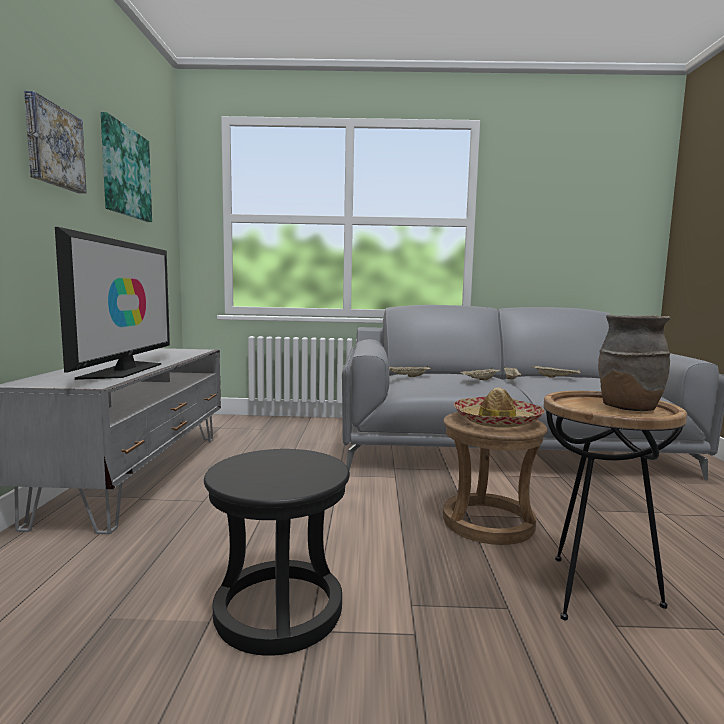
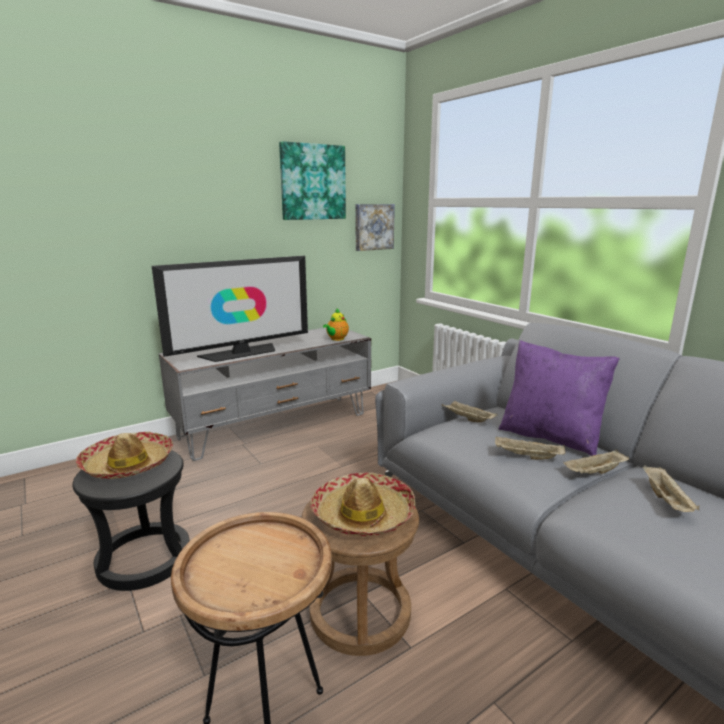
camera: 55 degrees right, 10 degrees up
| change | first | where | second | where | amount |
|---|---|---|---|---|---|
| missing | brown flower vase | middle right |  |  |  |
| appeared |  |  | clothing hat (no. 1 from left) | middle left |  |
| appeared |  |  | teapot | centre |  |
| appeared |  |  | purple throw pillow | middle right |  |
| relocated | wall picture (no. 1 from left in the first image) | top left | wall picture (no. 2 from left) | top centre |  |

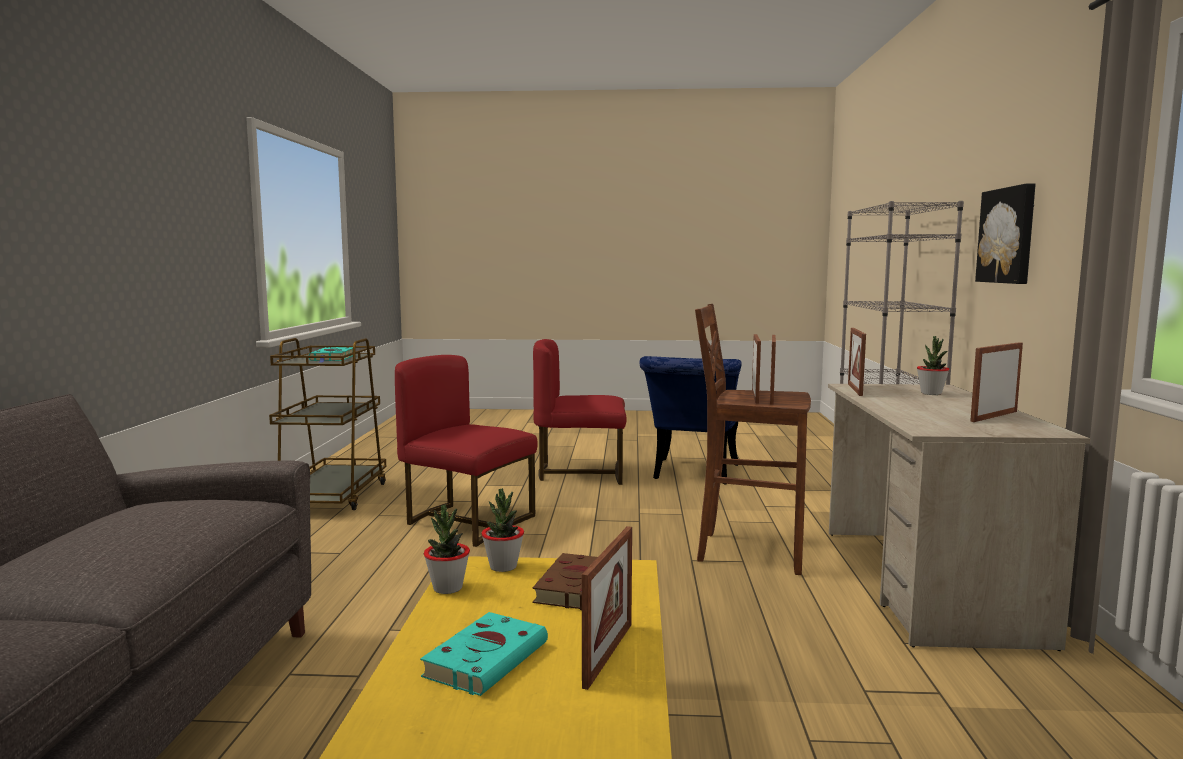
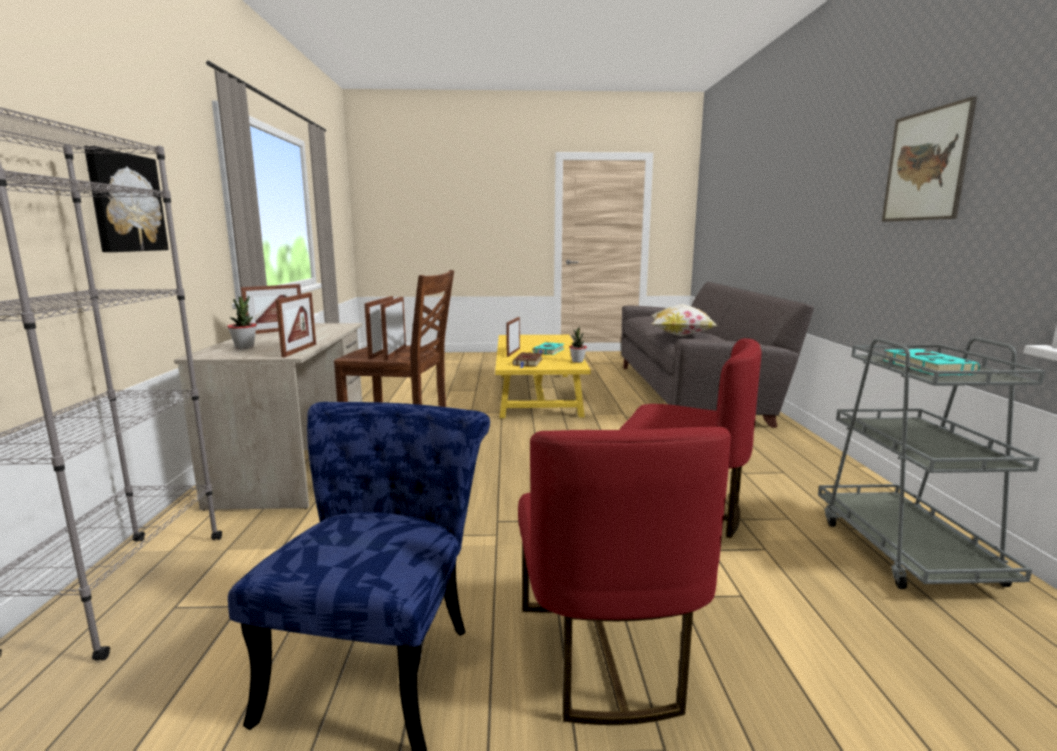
camera: 175 degrees right, 5 degrees up
| change | first | where | second | where | amount |
|---|---|---|---|---|---|
| missing | plant in a pot (no. 2 from left) | bottom centre |  |  |  |
| appeared |  |  | throw pillow | centre |  |
| appeared |  |  | wall picture (no. 2 from left) | top right |  |
| colour | brown wheeled cart | middle left | greyish wheeled cart | middle right |  |
| spun | reddish plain chair (no. 2 from left in the first image) | centre | reddish plain chair (no. 1 from left) | bottom centre | 90 degrees clockwise |

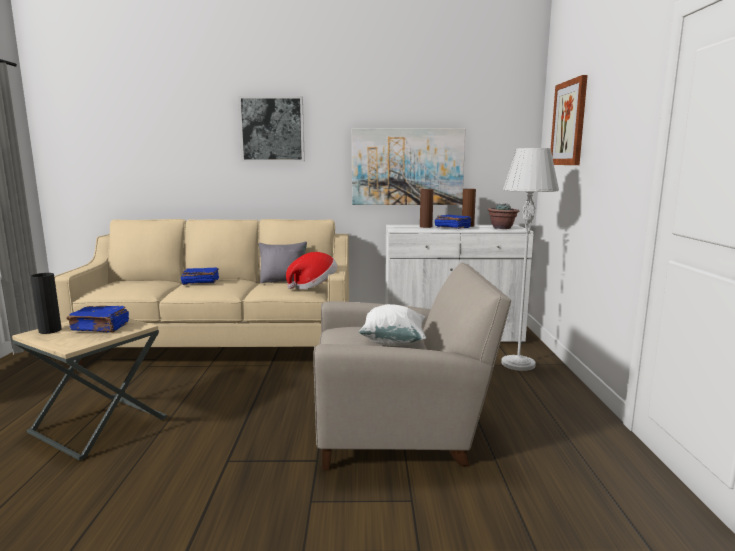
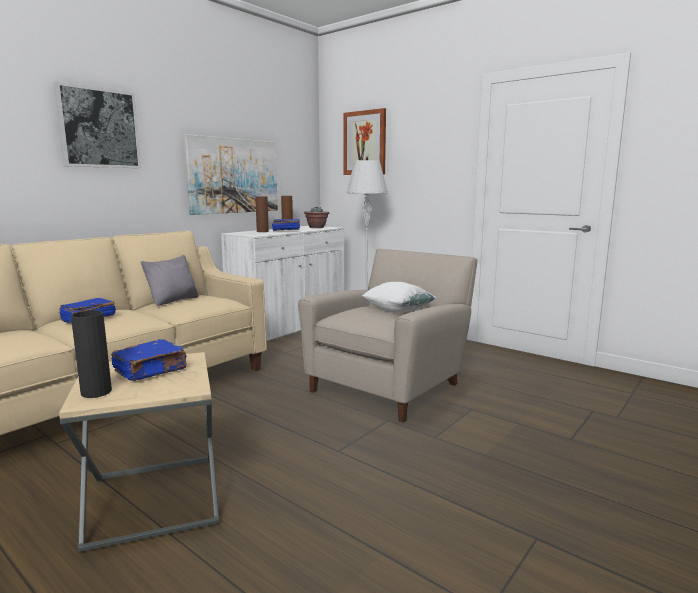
camera: 50 degrees left, 0 degrees up
| change | first | where | second | where | amount |
|---|---|---|---|---|---|
| missing | clothing hat | centre |  |  |  |

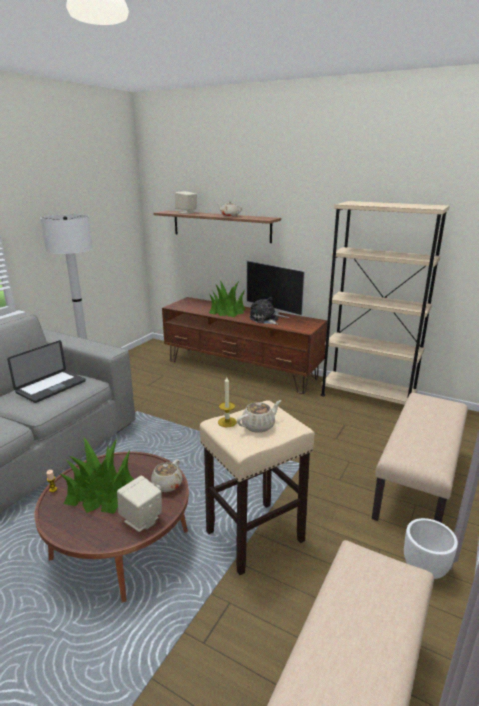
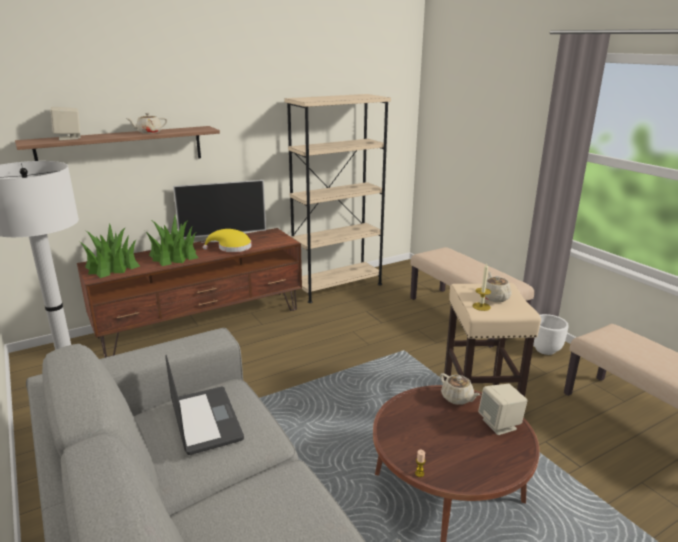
camera: 60 degrees left, 0 degrees up
| change | first | where | second | where | amount |
|---|---|---|---|---|---|
| relocated | plant in a pot (no. 1 from left) | bottom left |  | middle left |  |
| exchanged | cuddly toy | centre | yellow-coloured clothing hat | centre |  |

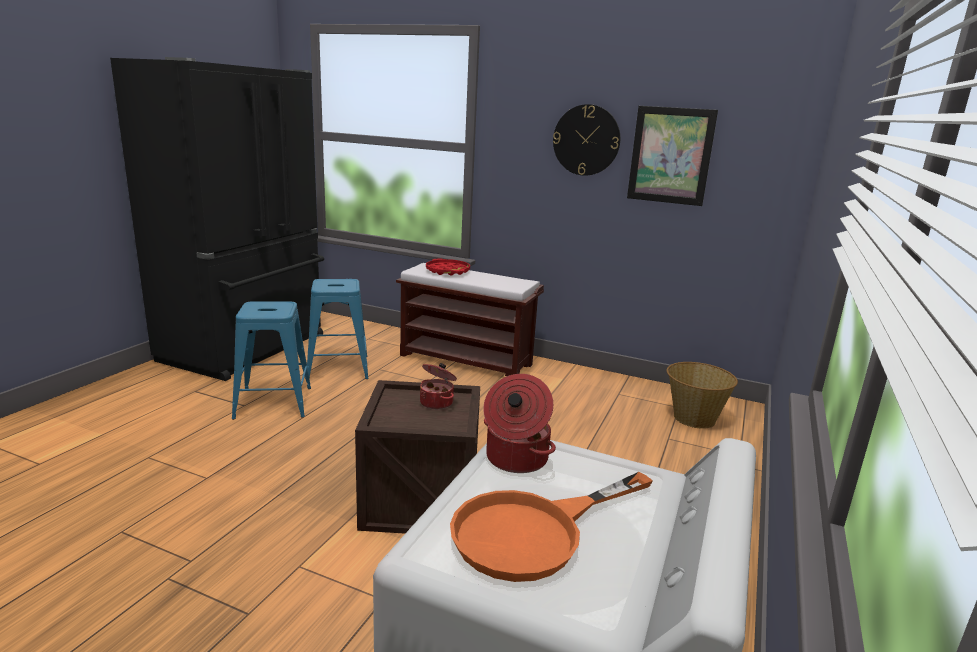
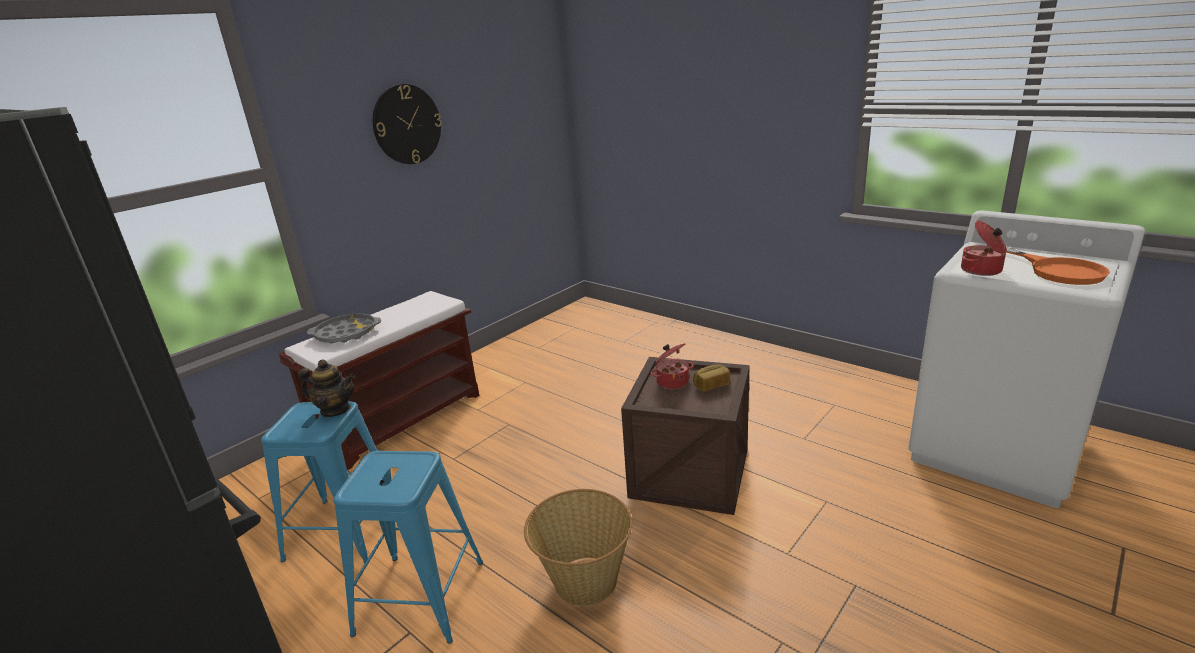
camera: 70 degrees left, 5 degrees up
| change | first | where | second | where | amount |
|---|---|---|---|---|---|
| missing | wall picture | top right |  |  |  |
| appeared |  |  | teapot | middle left |  |
| appeared |  |  | bakery bread | centre |  |
| relocated | household basket | middle right |  | bottom centre |  |
| colour | reddish tray | centre | greyish tray | middle left |  |

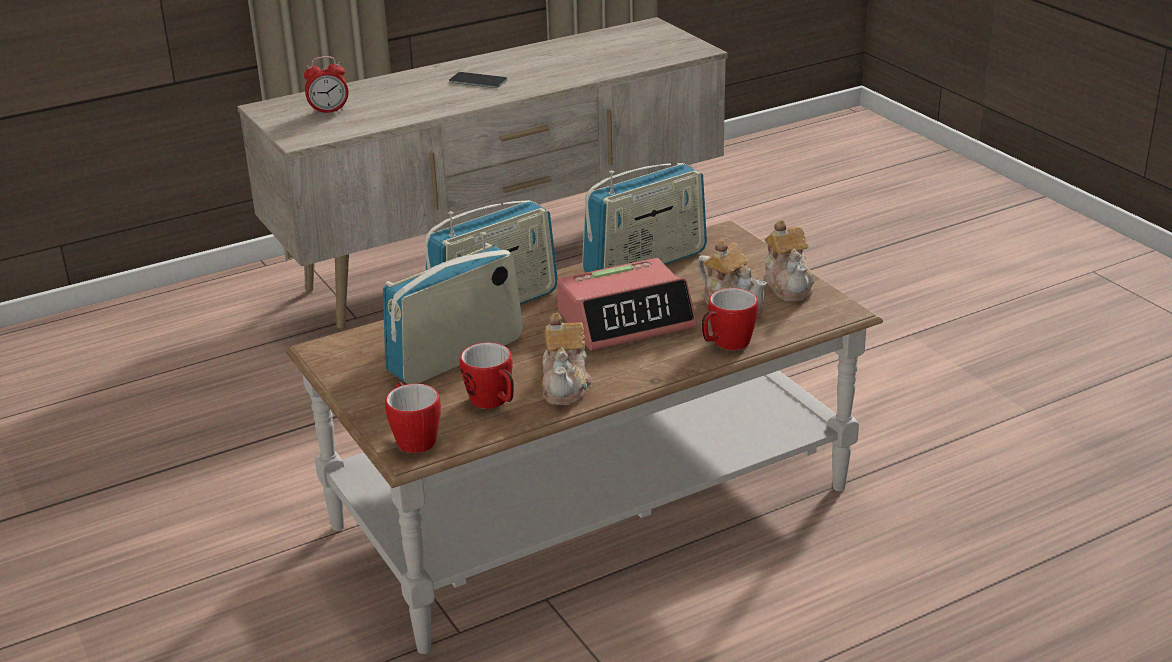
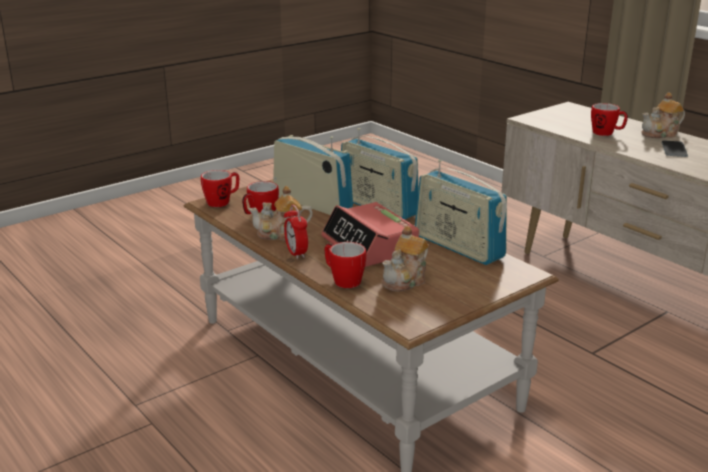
camera: 80 degrees right, 5 degrees down
| change | first | where | second | where | amount |
|---|---|---|---|---|---|
| appeared |  |  | tea mug (no. 4 from left) | top right |  |
| relocated | bedside clock (no. 1 from left) | top left |  | centre |  |
| relocated | teapot (no. 3 from left) | middle right |  | top right |  |

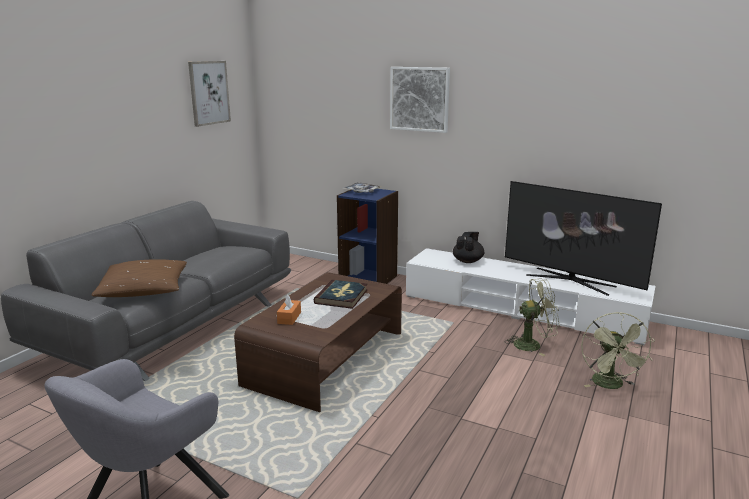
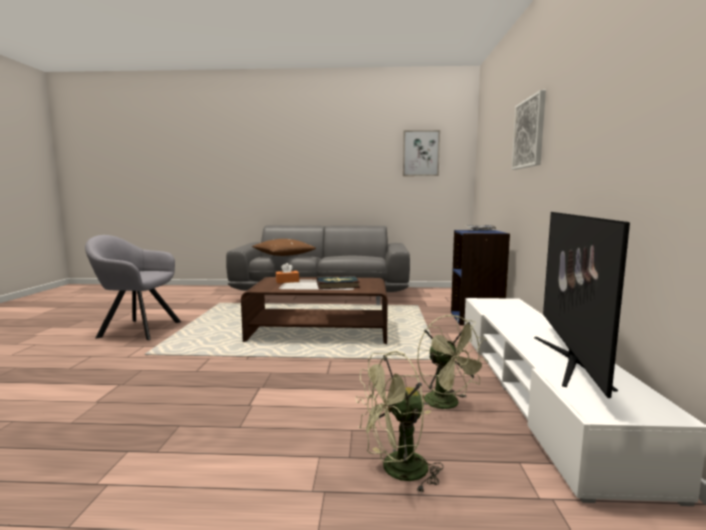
camera: 65 degrees right, 10 degrees down
| change | first | where | second | where | amount |
|---|---|---|---|---|---|
| missing | black-coloured teapot | centre |  |  |  |

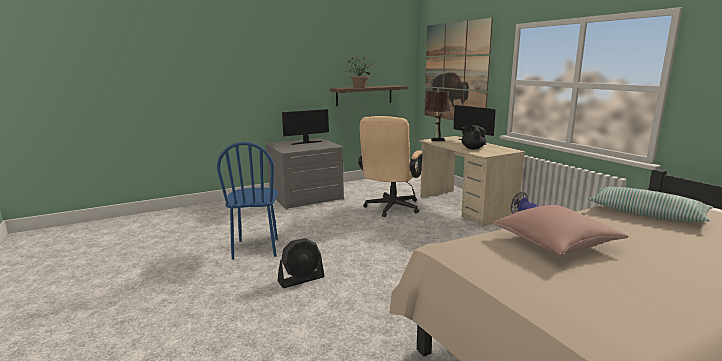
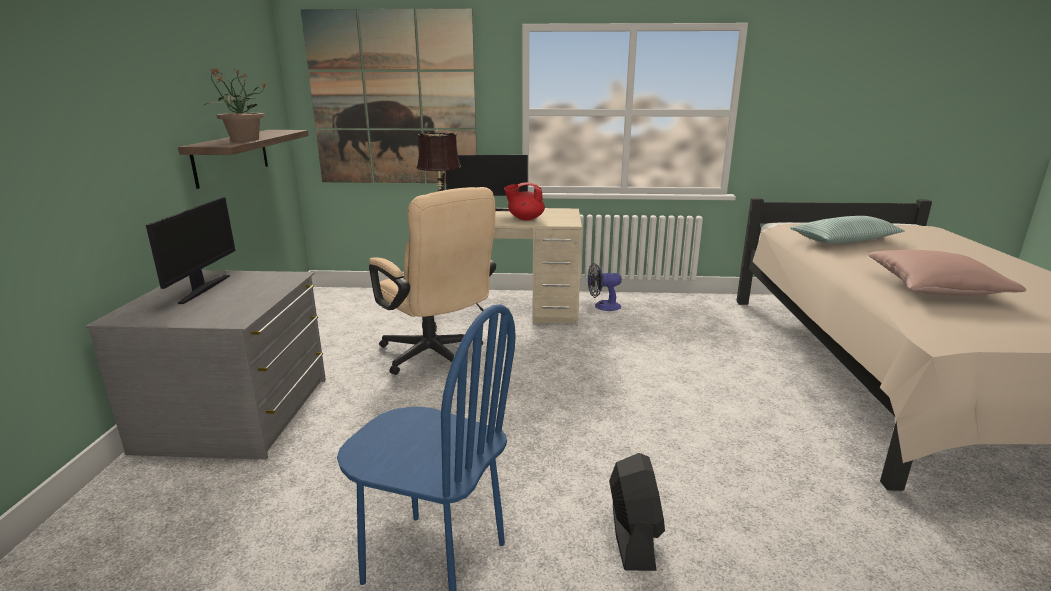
camera: 60 degrees left, 5 degrees up
| change | first | where | second | where | amount |
|---|---|---|---|---|---|
| colour | black-coloured teapot | centre | reddish teapot | centre |  |

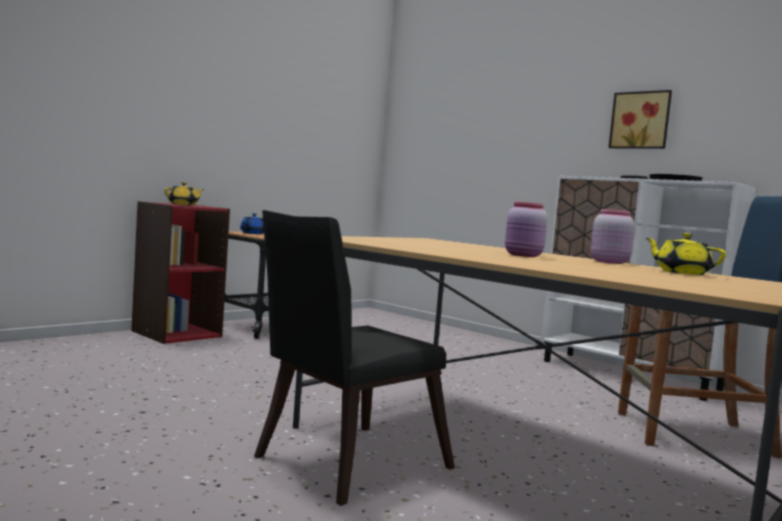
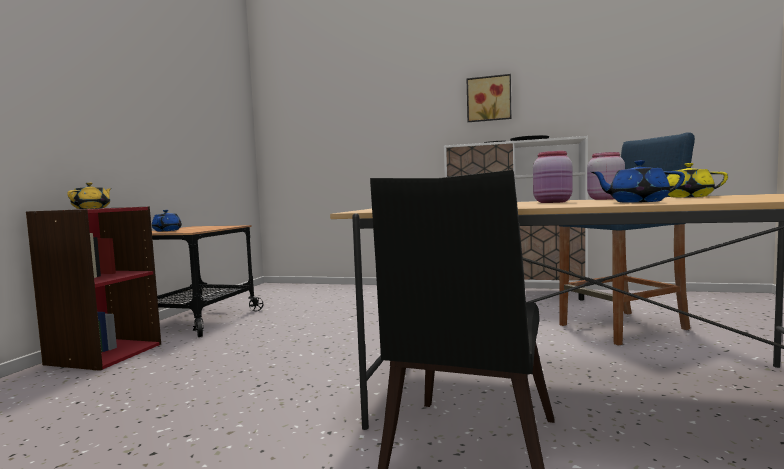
camera: 25 degrees left, 0 degrees up
| change | first | where | second | where | amount |
|---|---|---|---|---|---|
| appeared |  |  | blue teapot (no. 2 from left) | middle right |  |

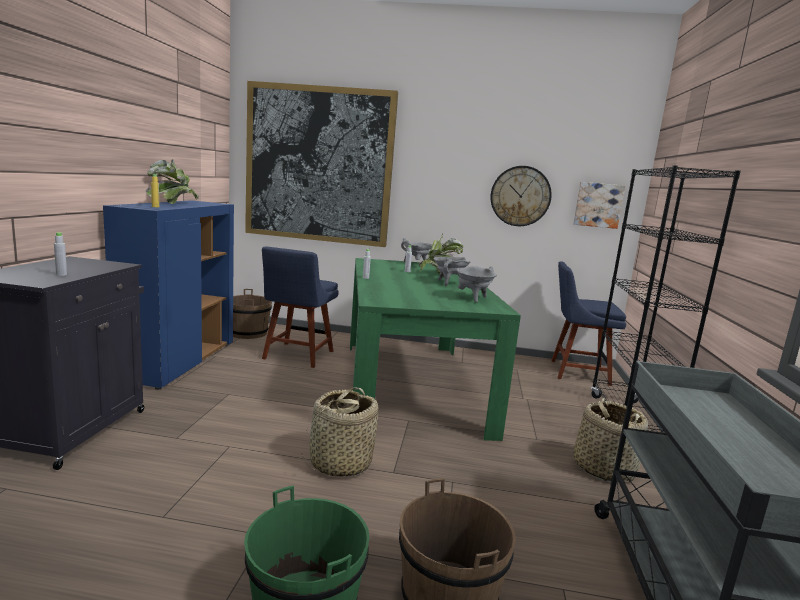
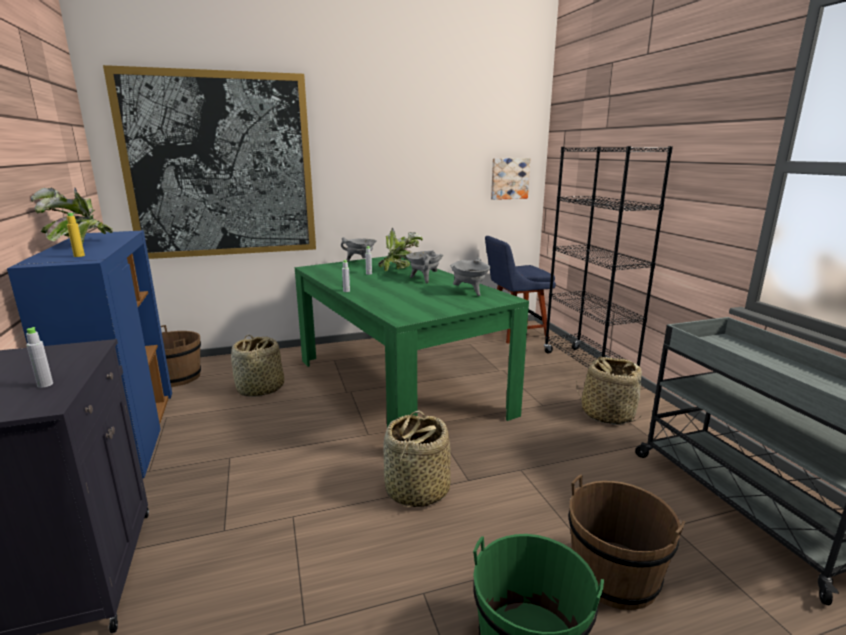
camera: 25 degrees left, 5 degrees up
| change | first | where | second | where | amount |
|---|---|---|---|---|---|
| missing | clock on the wall | top centre |  |  |  |
| exchanged | blue plain chair (no. 1 from left) | centre | household basket (no. 1 from left) | middle left |  |

